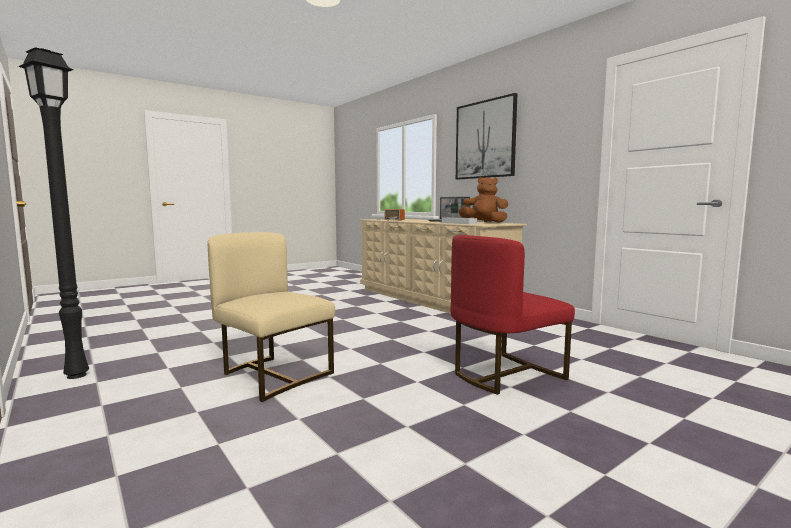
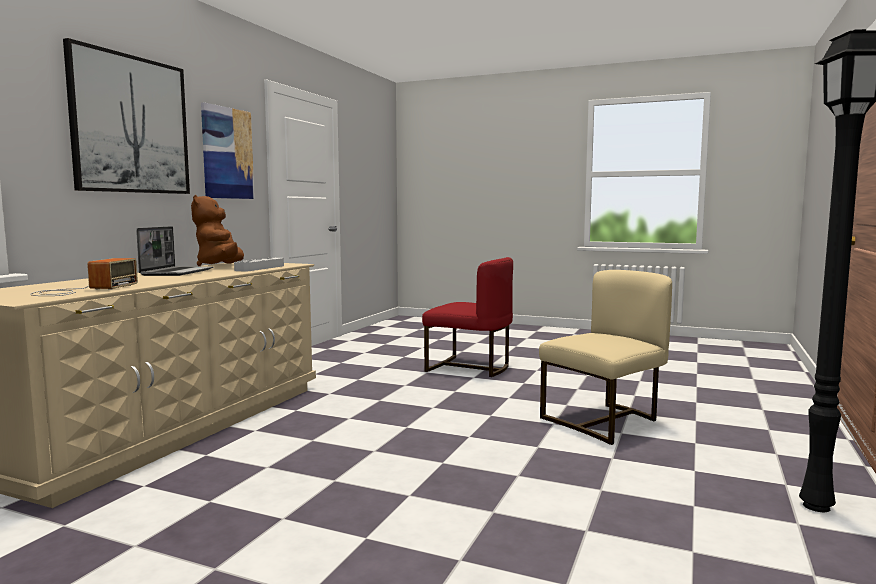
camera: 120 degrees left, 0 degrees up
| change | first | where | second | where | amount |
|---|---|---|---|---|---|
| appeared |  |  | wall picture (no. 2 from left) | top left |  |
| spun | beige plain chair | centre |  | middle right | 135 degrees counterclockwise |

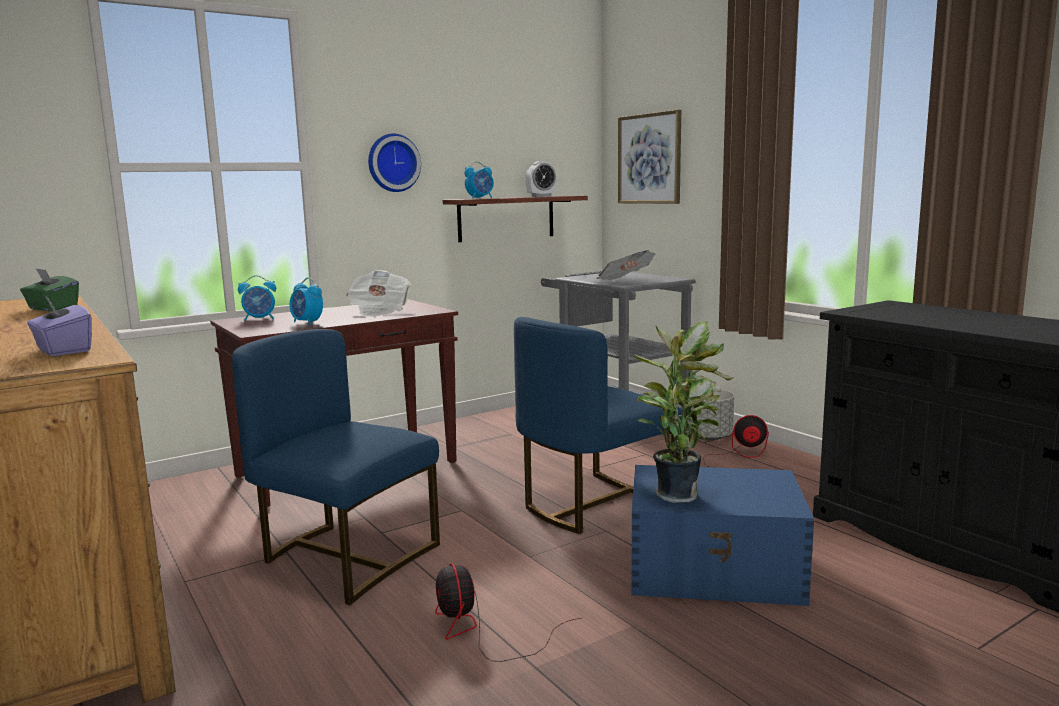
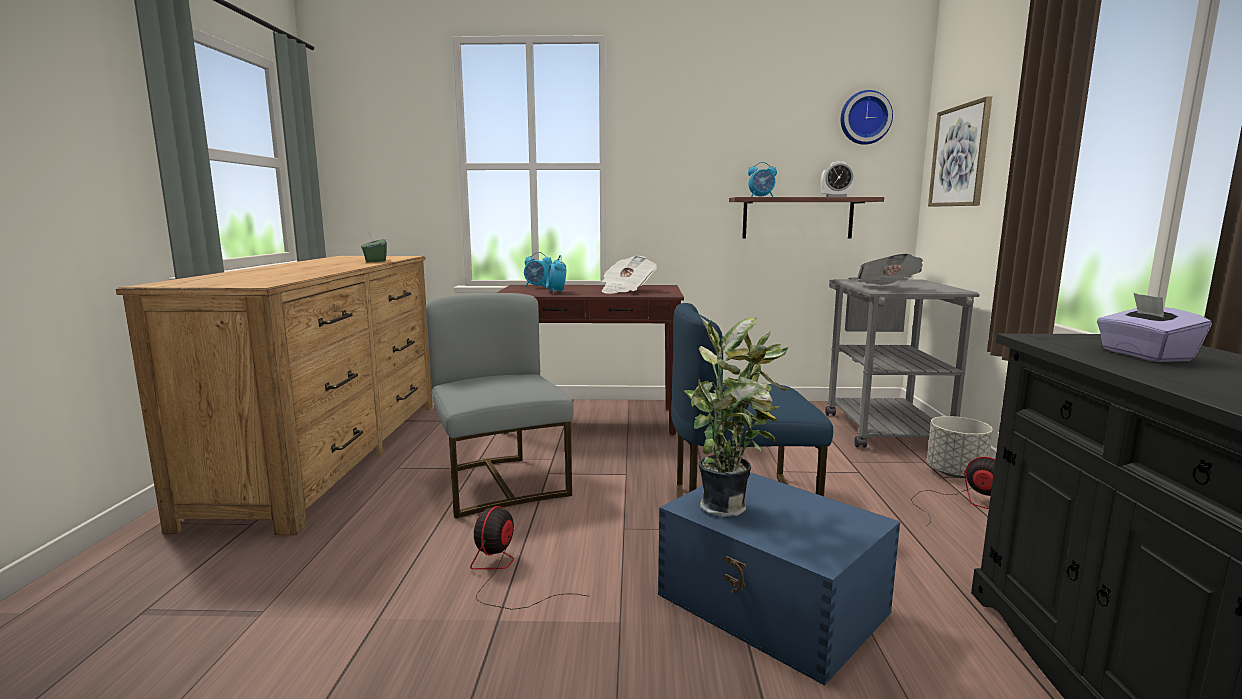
camera: 35 degrees right, 0 degrees up
| change | first | where | second | where | amount |
|---|---|---|---|---|---|
| relocated | purple box of tissues | middle left |  | middle right |  |
| relocated | clock on the wall | top centre |  | top right |  |
| colour | blue plain chair (no. 1 from left) | middle left | greyish plain chair | centre |  |

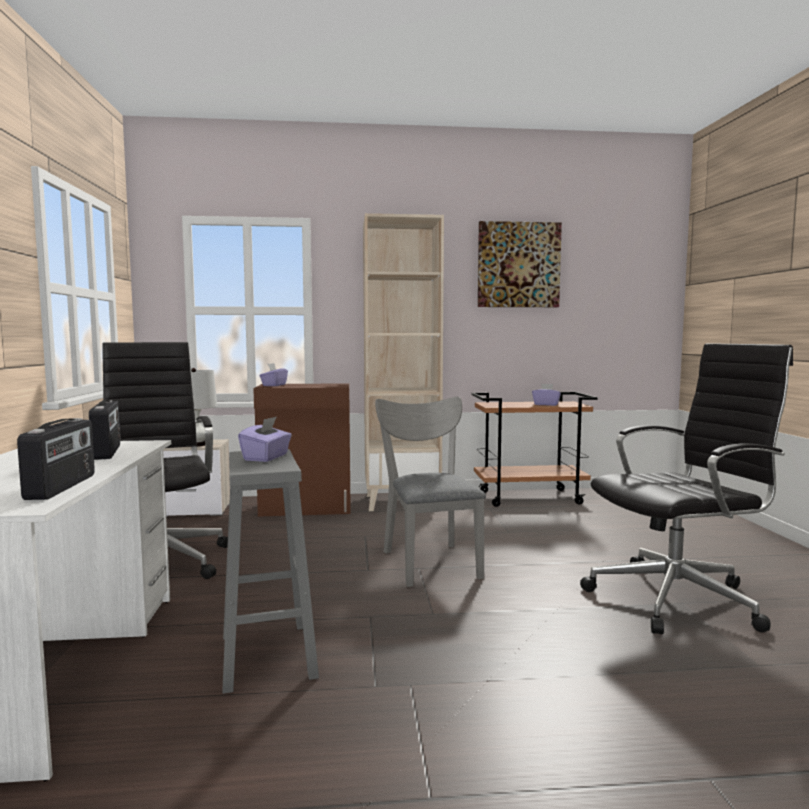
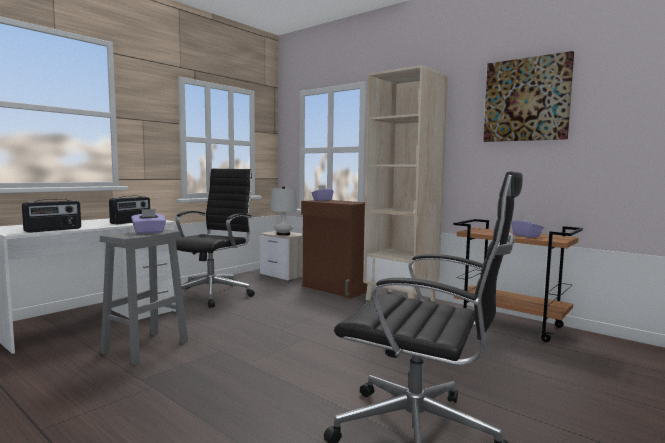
camera: 45 degrees right, 0 degrees up
| change | first | where | second | where | amount |
|---|---|---|---|---|---|
| missing | greyish plain chair | centre |  |  |  |

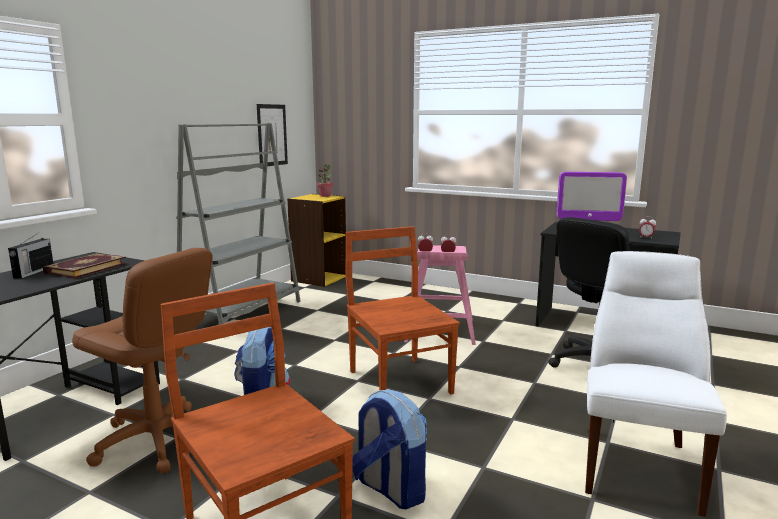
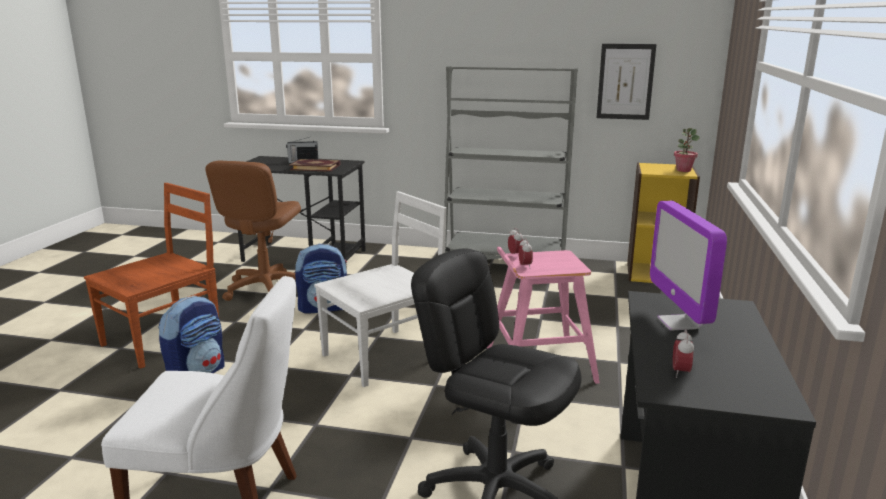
camera: 75 degrees right, 5 degrees up
| change | first | where | second | where | amount |
|---|---|---|---|---|---|
| colour | brown plain chair (no. 2 from left) | centre | whitish plain chair (no. 2 from left) | centre |  |

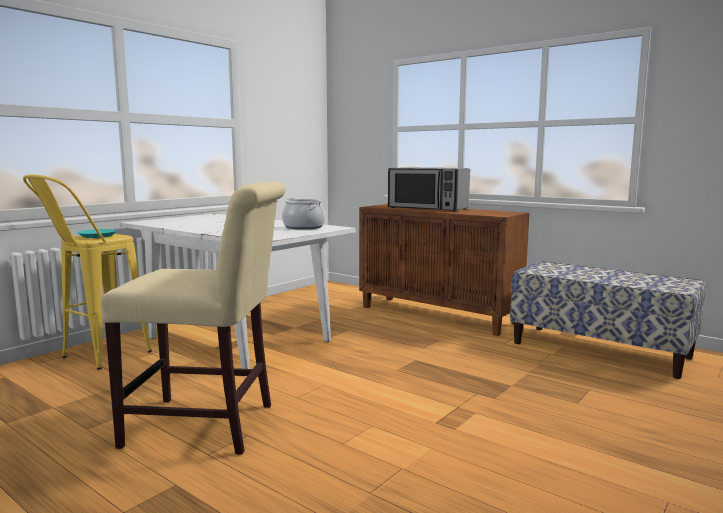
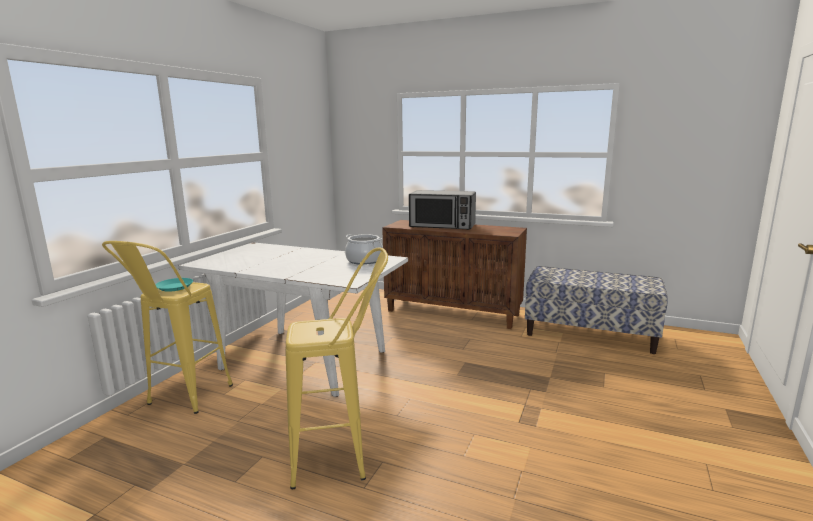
camera: 15 degrees left, 5 degrees up
| change | first | where | second | where | amount |
|---|---|---|---|---|---|
| exchanged | beige plain chair | middle left | yellow-coloured stool (no. 2 from left) | bottom centre |  |

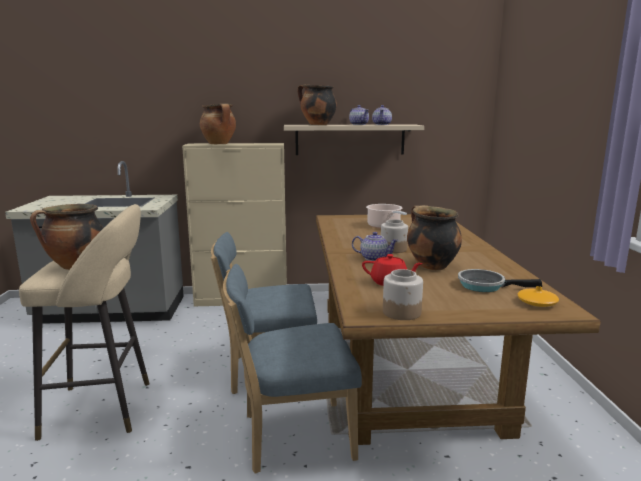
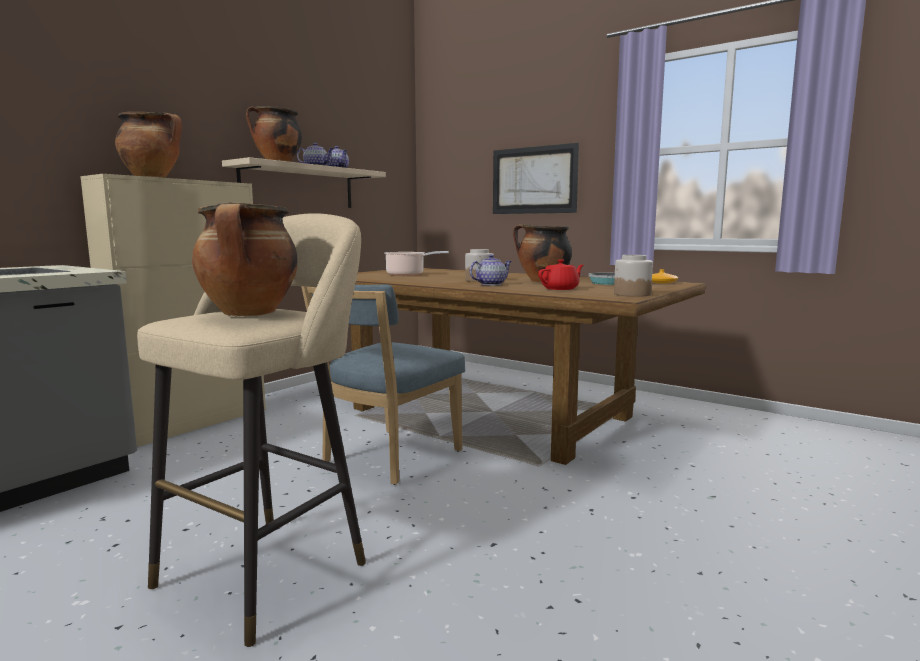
camera: 50 degrees left, 5 degrees down
| change | first | where | second | where | amount |
|---|---|---|---|---|---|
| missing | blue plain chair (no. 2 from left) | bottom centre |  |  |  |
| appeared |  |  | wall picture | top centre |  |

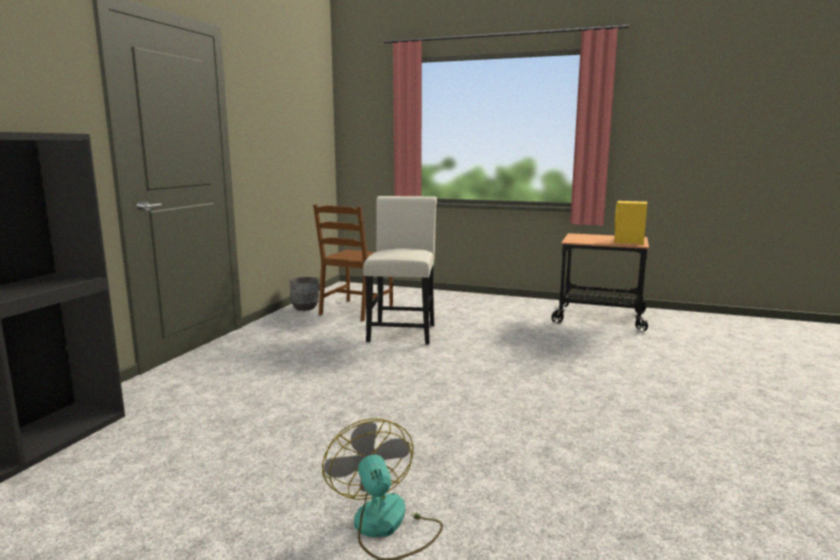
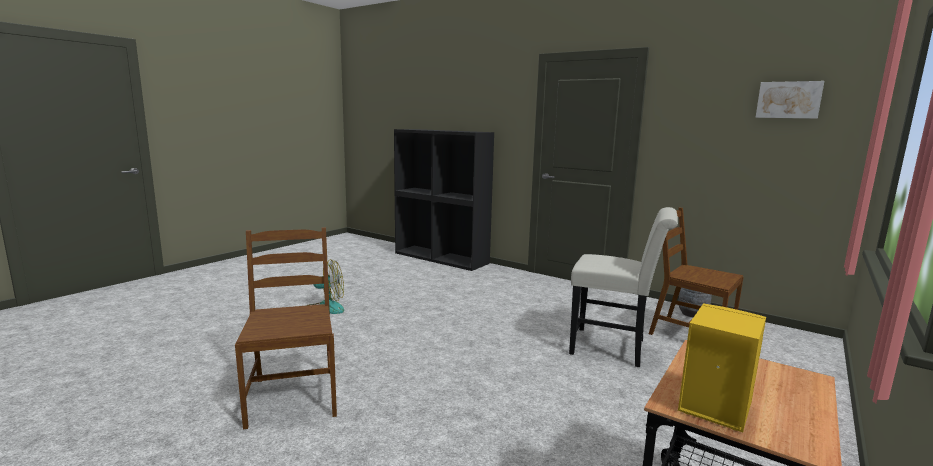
camera: 105 degrees right, 0 degrees up
| change | first | where | second | where | amount |
|---|---|---|---|---|---|
| appeared |  |  | brown plain chair (no. 1 from left) | bottom left |  |
| appeared |  |  | wall picture | top right |  |

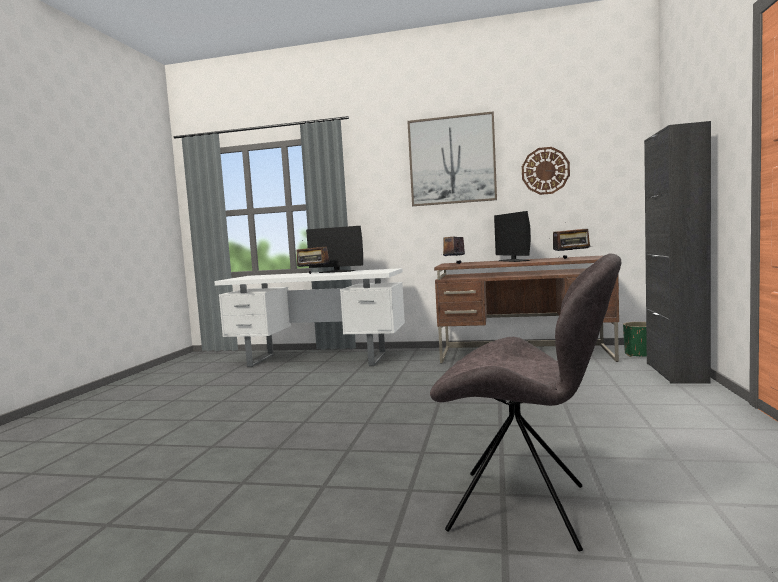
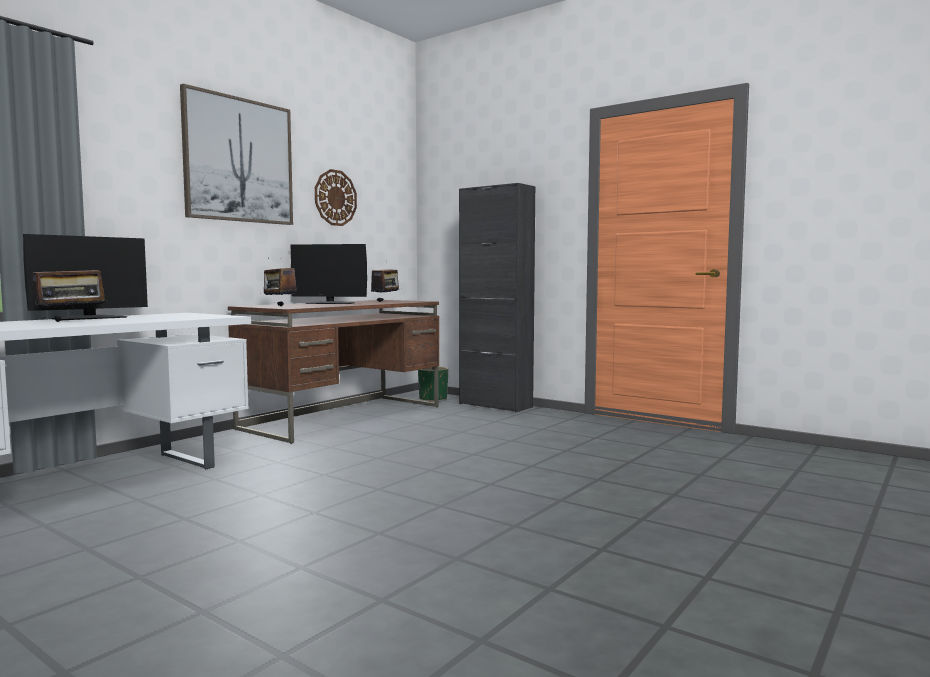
camera: 65 degrees left, 0 degrees up
| change | first | where | second | where | amount |
|---|---|---|---|---|---|
| missing | greyish plain chair | bottom right |  |  |  |

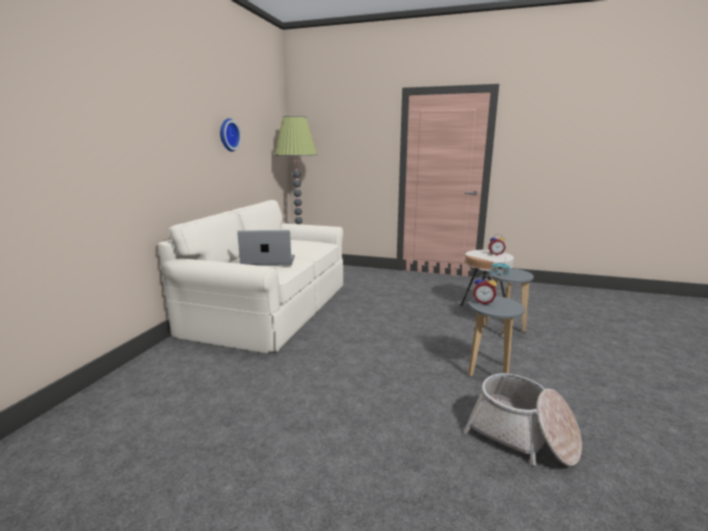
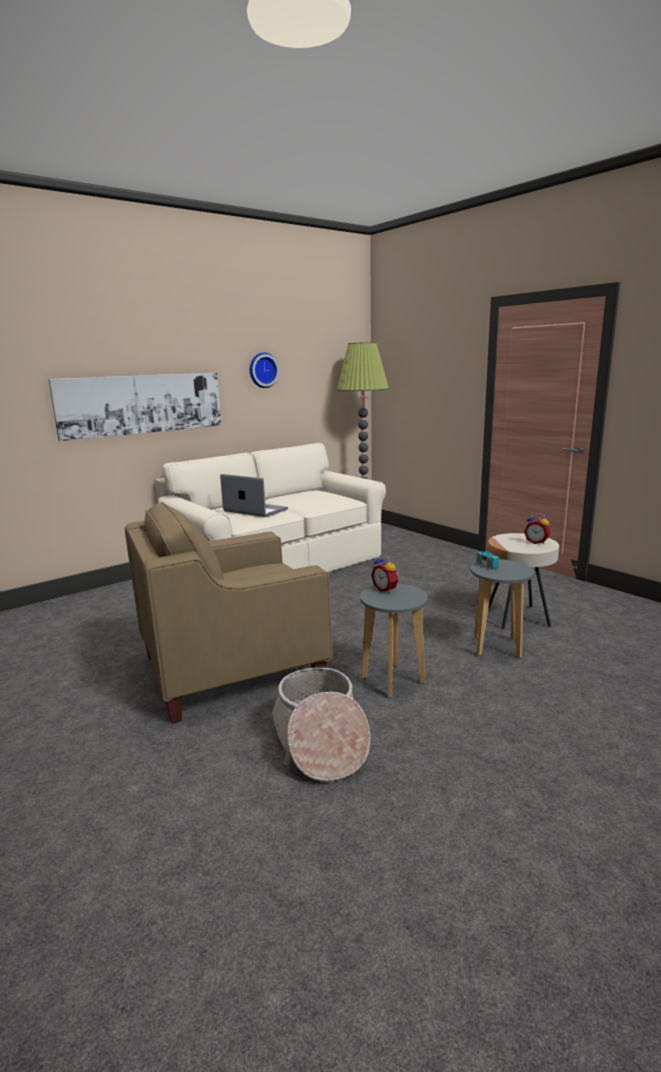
camera: 35 degrees right, 0 degrees up
| change | first | where | second | where | amount |
|---|---|---|---|---|---|
| appeared |  |  | wall picture | middle left |  |
| appeared |  |  | beige armchair | centre |  |

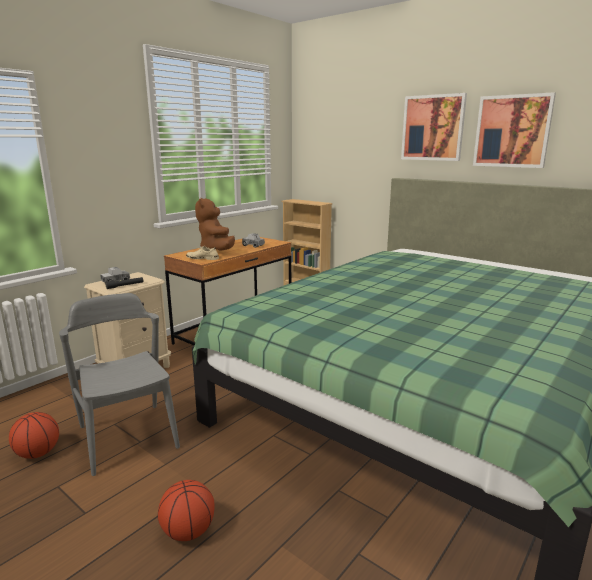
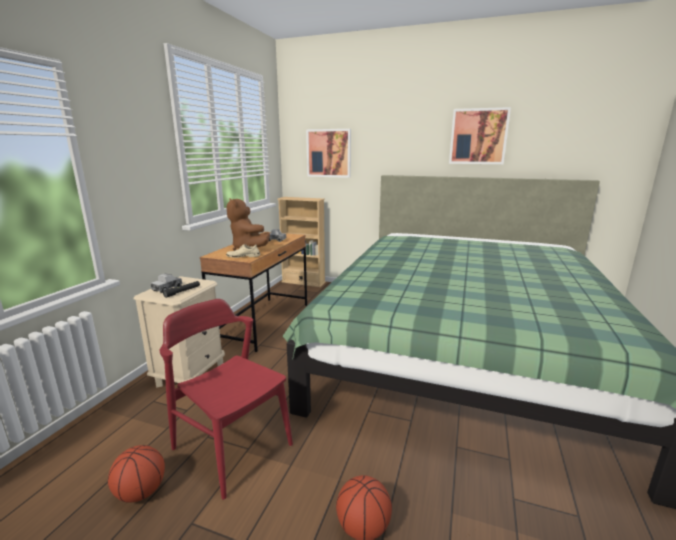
camera: 20 degrees left, 0 degrees up
| change | first | where | second | where | amount |
|---|---|---|---|---|---|
| relocated | wall picture (no. 1 from left) | top right |  | top centre |  |
| colour | greyish plain chair | middle left | reddish plain chair | bottom centre |  |

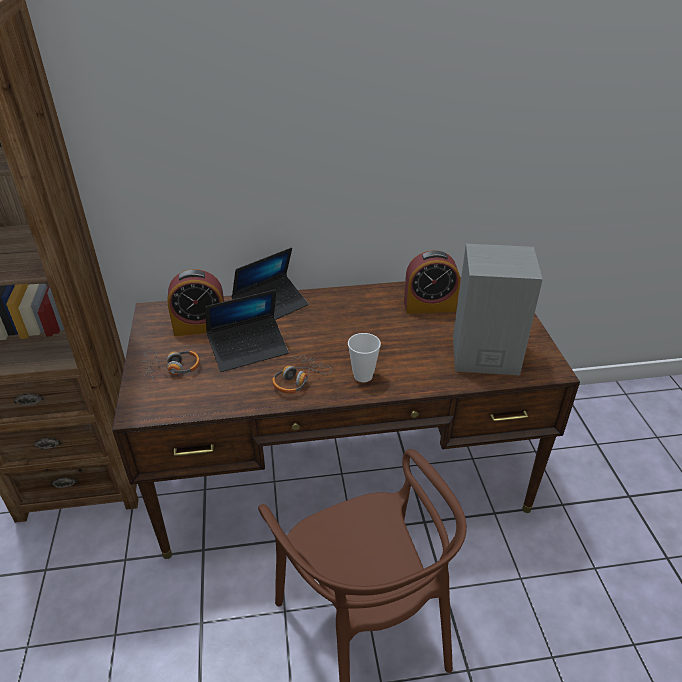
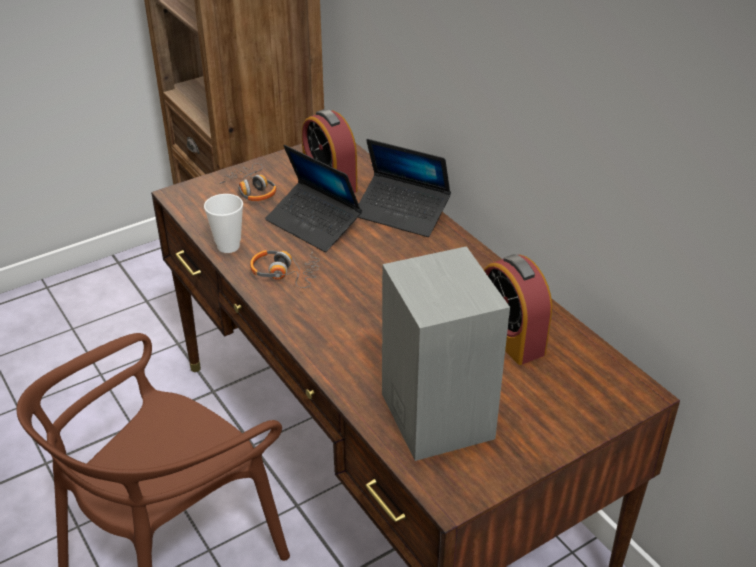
camera: 65 degrees right, 0 degrees up
| change | first | where | second | where | amount |
|---|---|---|---|---|---|
| relocated | drinking cup | centre |  | middle left |  |

